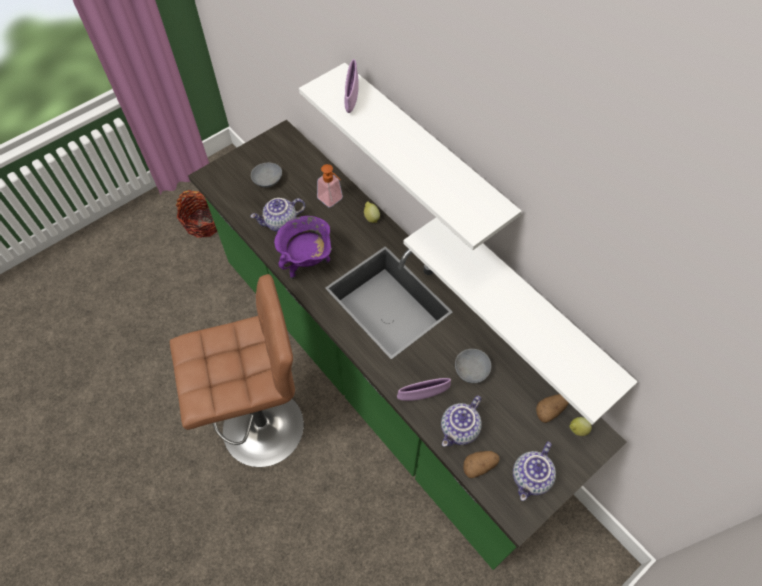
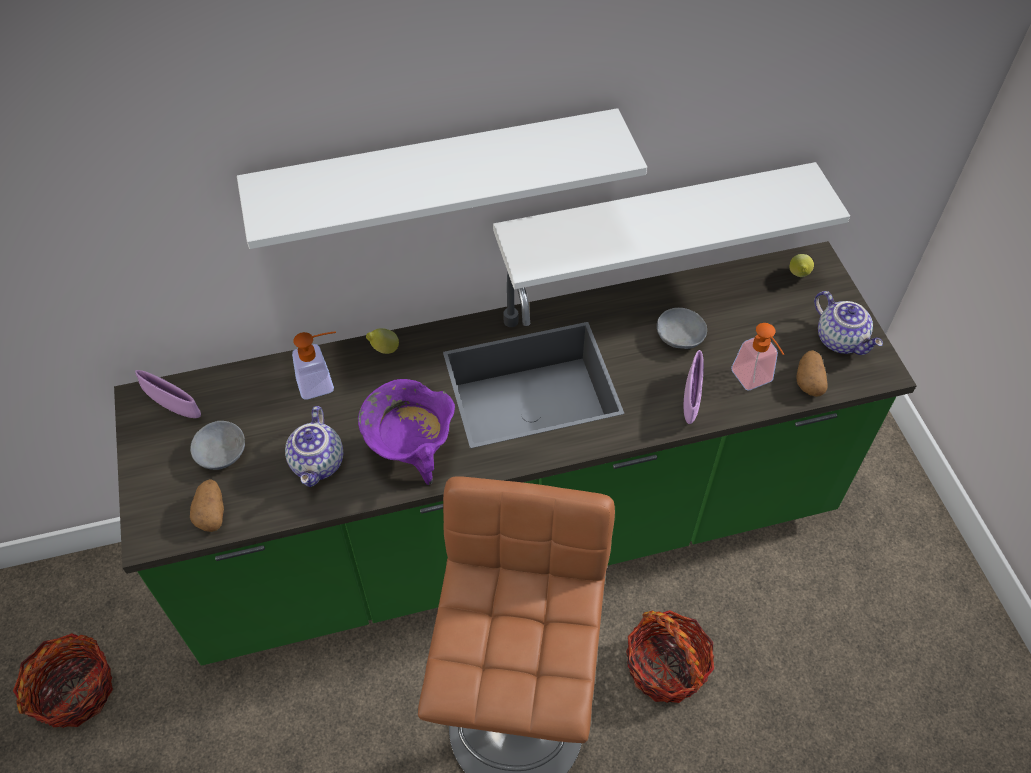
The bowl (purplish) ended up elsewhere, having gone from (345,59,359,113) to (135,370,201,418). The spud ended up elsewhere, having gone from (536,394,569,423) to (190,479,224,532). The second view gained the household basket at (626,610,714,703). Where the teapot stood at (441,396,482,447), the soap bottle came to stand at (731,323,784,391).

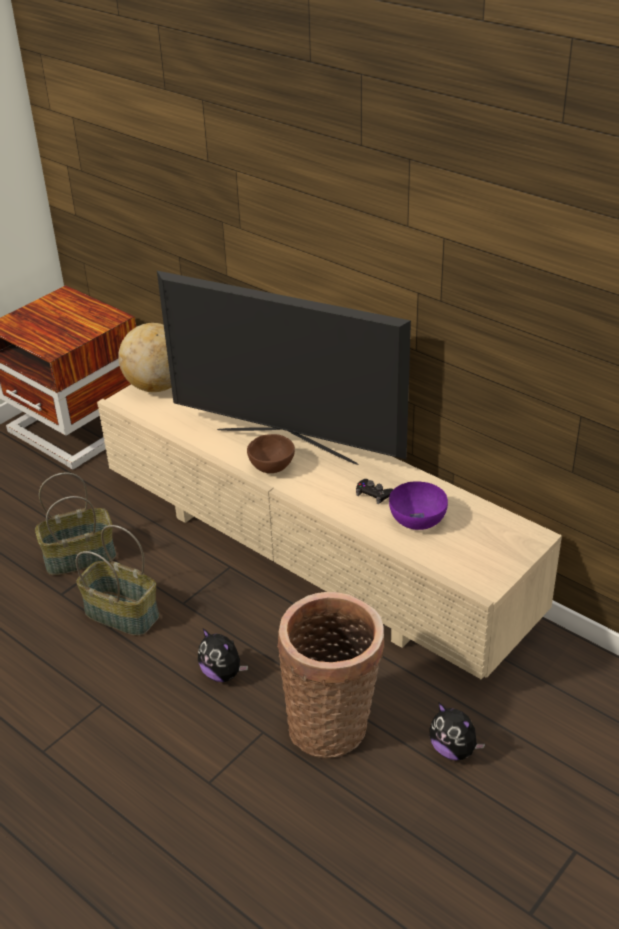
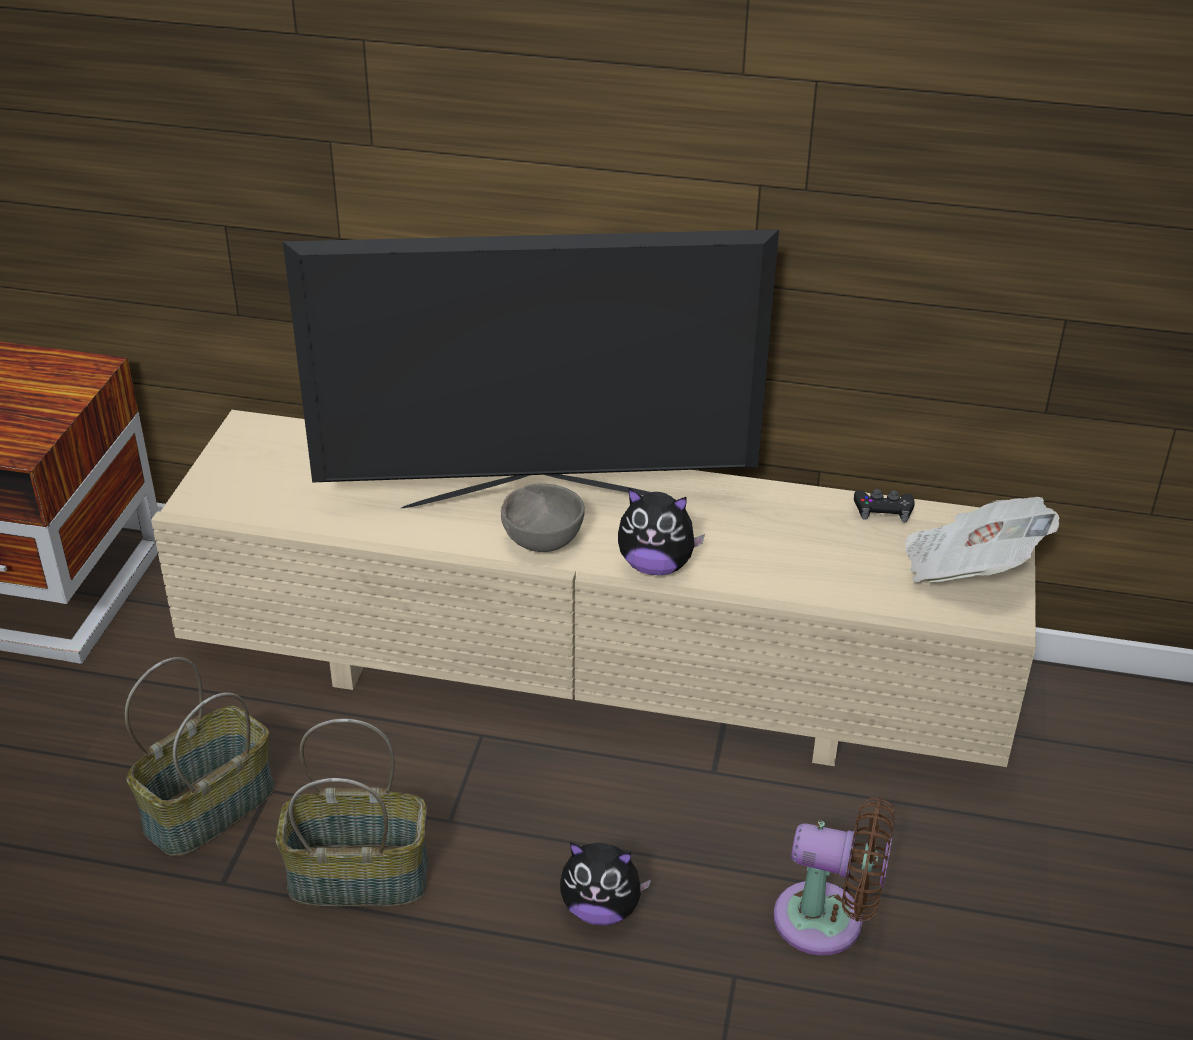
What was the bowl (brown) at (247,434,295,473) turned into the bowl (gray) at (501,483,585,552). The cuddly toy ended up elsewhere, having gone from (430,703,485,761) to (618,488,705,575). Where the household basket stood at (277,592,384,758), the fan (brown) came to stand at (774,797,895,955). The gamepad (black) ended up elsewhere, having gone from (356,479,393,504) to (854,489,915,522). The second view gained the daily paper at (905,497,1059,582). The second view lost the globe at (118,323,171,392). The second view lost the bowl (purplish) at (389,481,448,530).

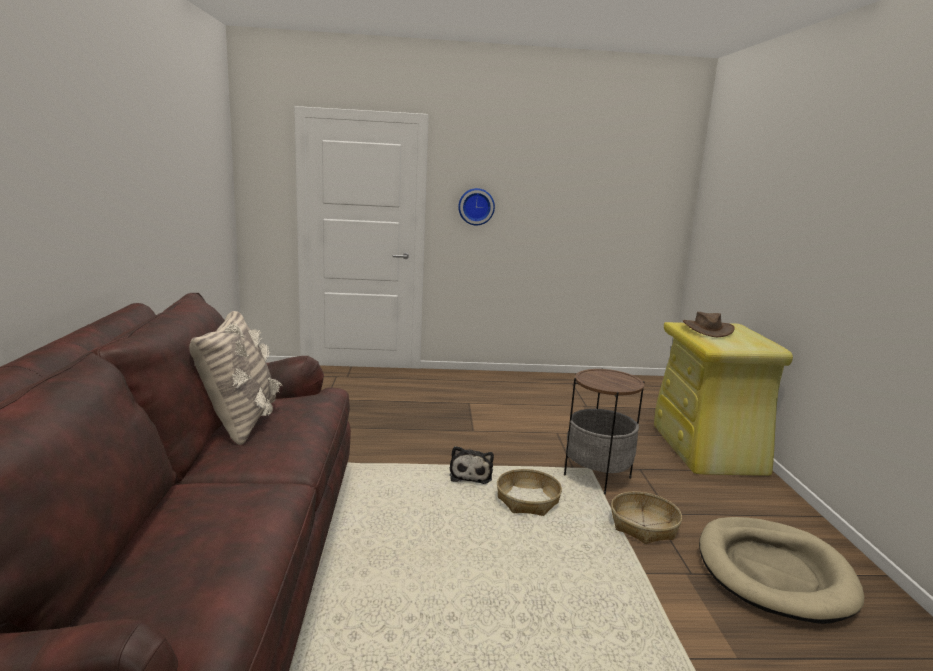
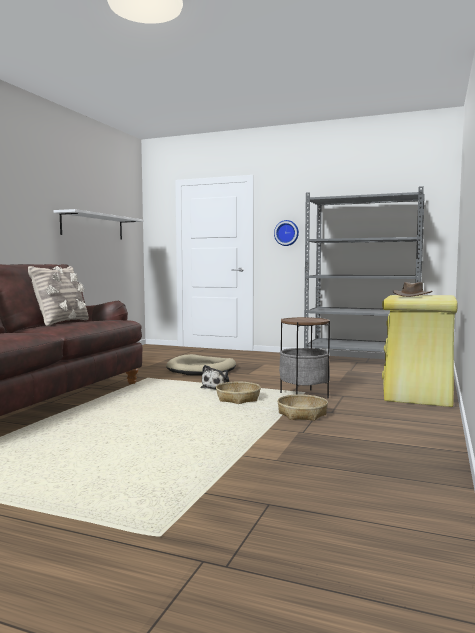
The second view gained the wall shelf (white) at (53,209,144,240). The dog cushion (beige-coloured) ended up elsewhere, having gone from (699,517,864,624) to (166,354,236,376). The second view gained the shelving unit (gray) at (304,186,425,352).

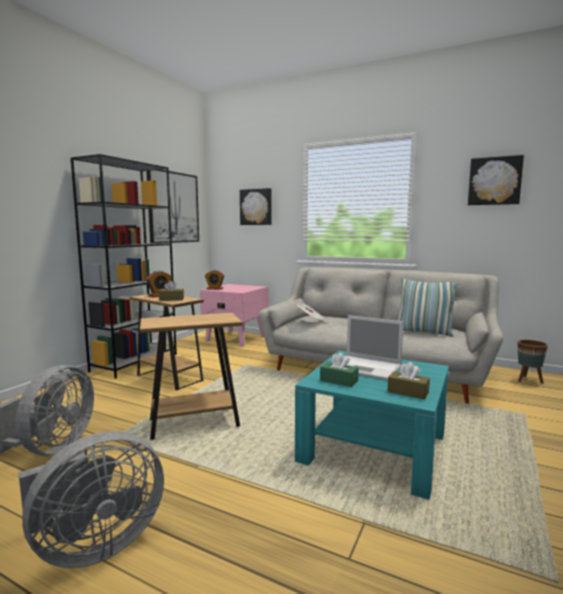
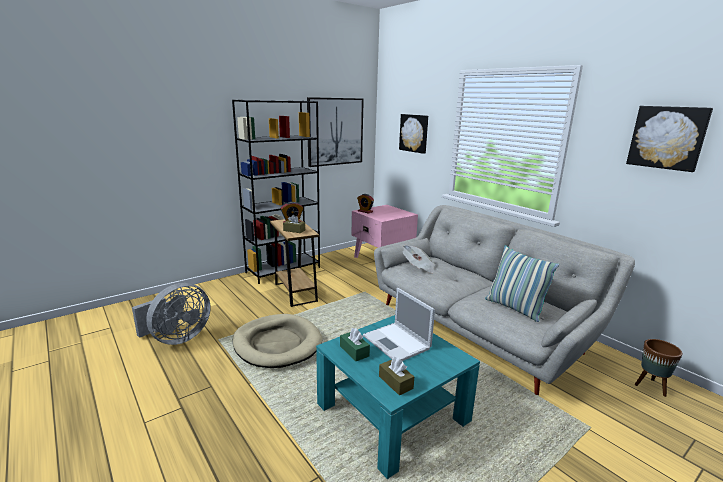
Where the side table (brown) stood at (140,313,242,440), the dog cushion (beige-coloured) came to stand at (233,314,322,368). The second view lost the fan (gray) at (18,431,164,568).

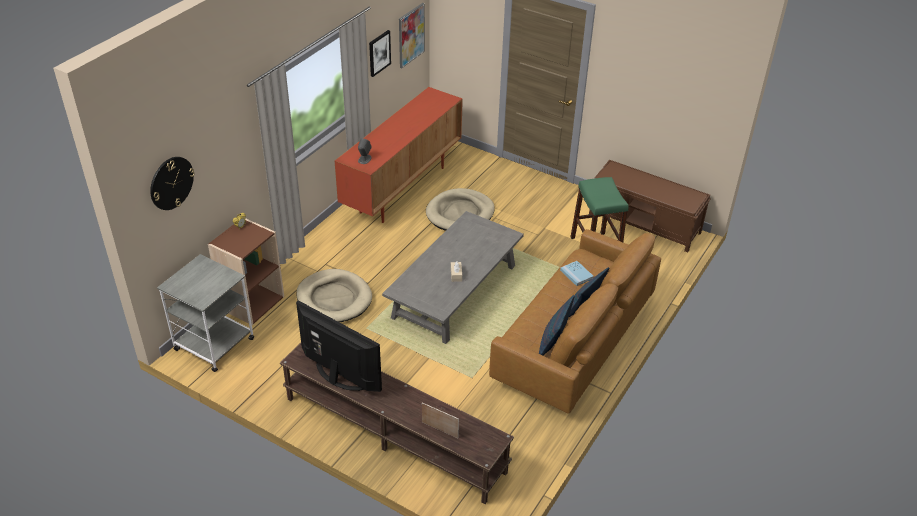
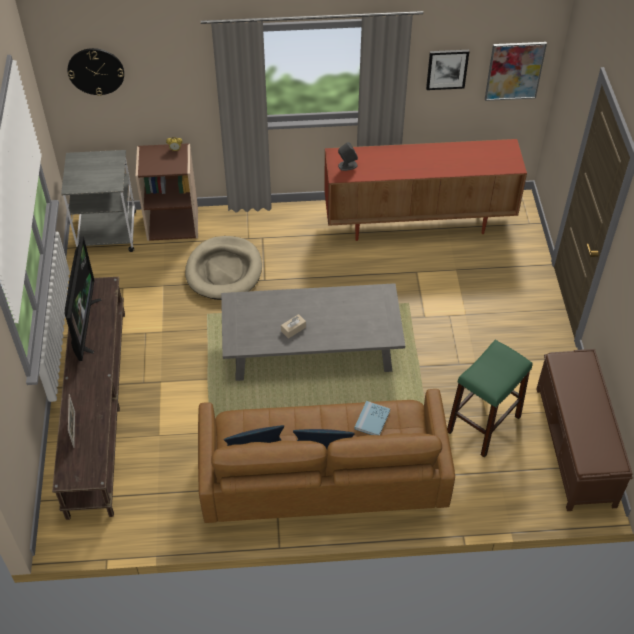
The second view lost the dog cushion (beige-coloured) at (426,188,495,231).

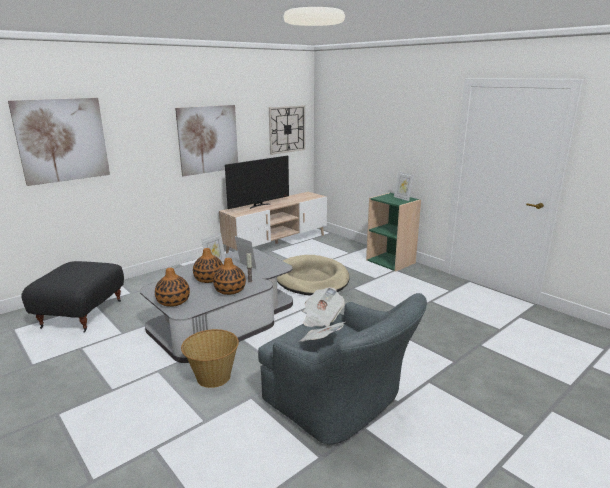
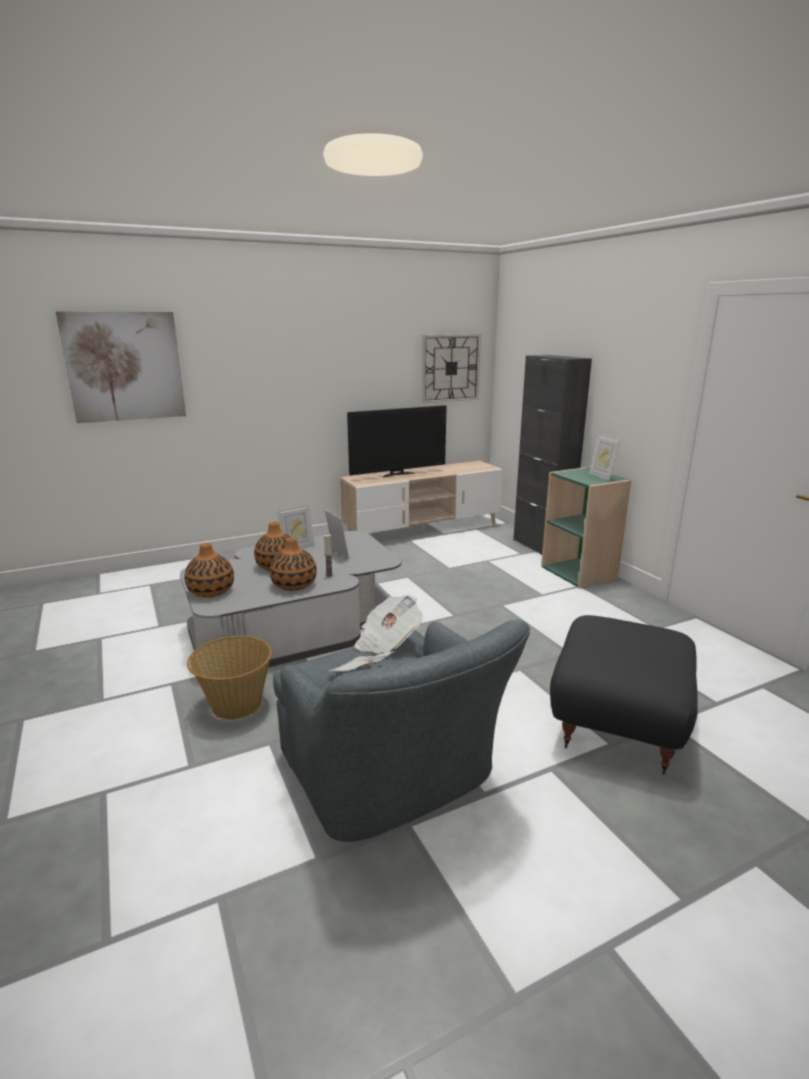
The second view gained the storage cabinet (black) at (513,355,592,554). The footrest (black) ended up elsewhere, having gone from (21,261,124,333) to (550,615,698,775). The second view lost the wall art at (175,105,238,176). The second view lost the dog cushion (beige-coloured) at (277,255,349,296).

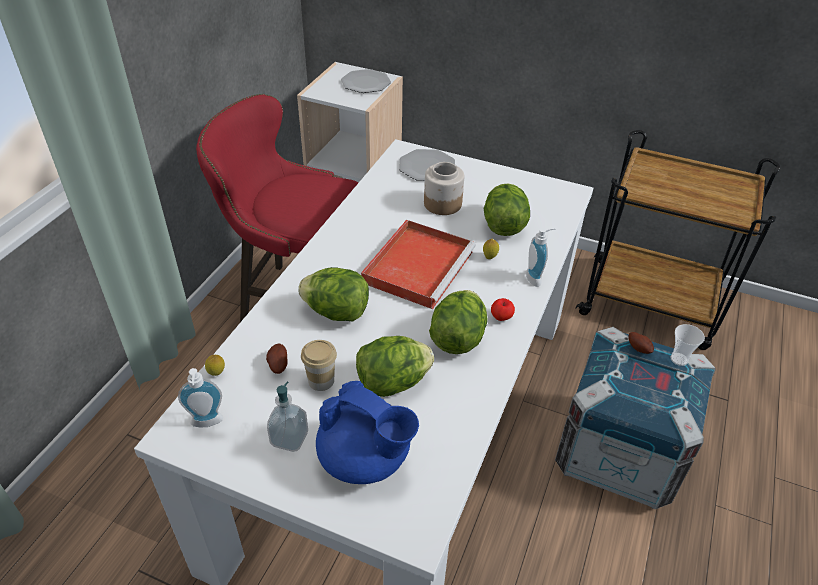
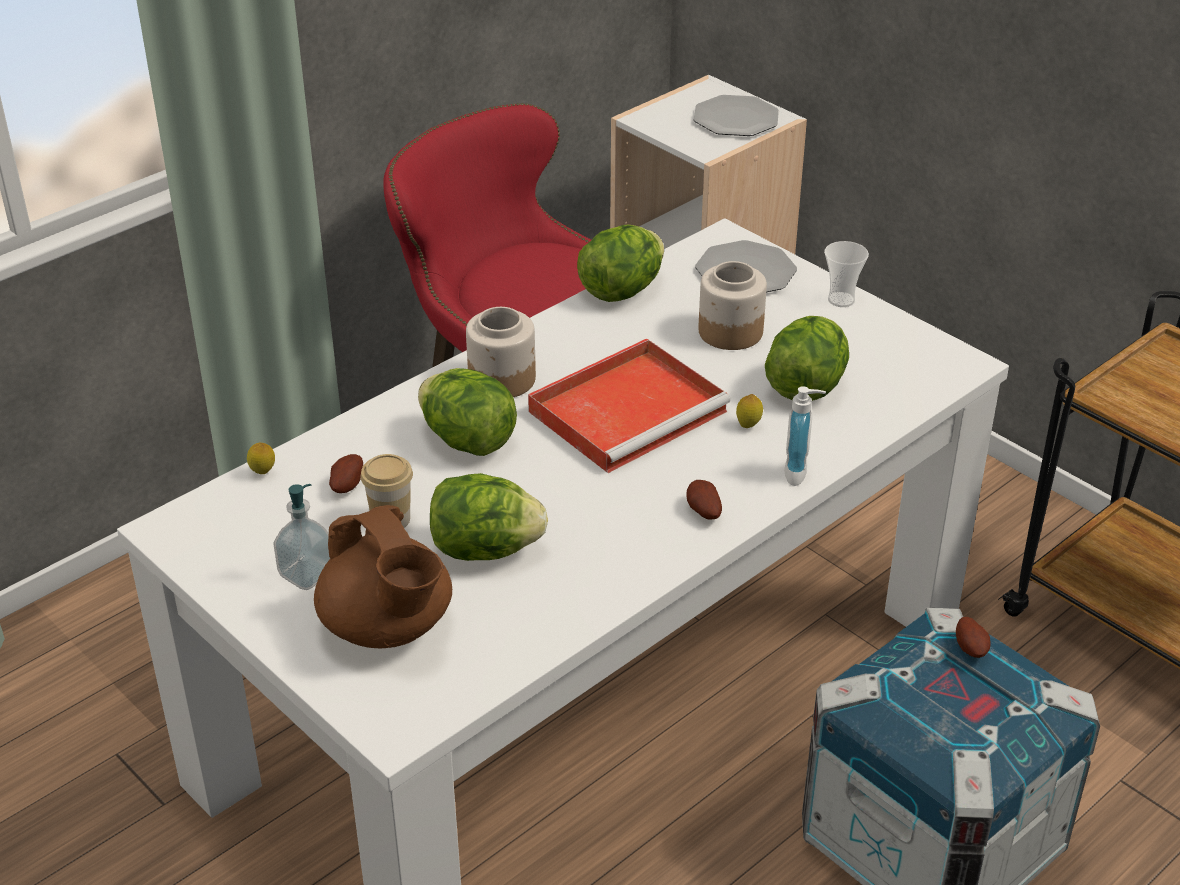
What was the teapot (blue) at (316,381,419,484) turned into the teapot (brown) at (314,505,452,648). The second view gained the preserve jar at (466,307,536,397). The lettuce ended up elsewhere, having gone from (429,290,488,354) to (577,224,664,302). Where the apple fruit stood at (491,298,515,321), the spud came to stand at (686,480,722,520). The small cup ended up elsewhere, having gone from (670,324,705,366) to (824,241,869,307). The second view lost the soap bottle at (178,368,223,427).

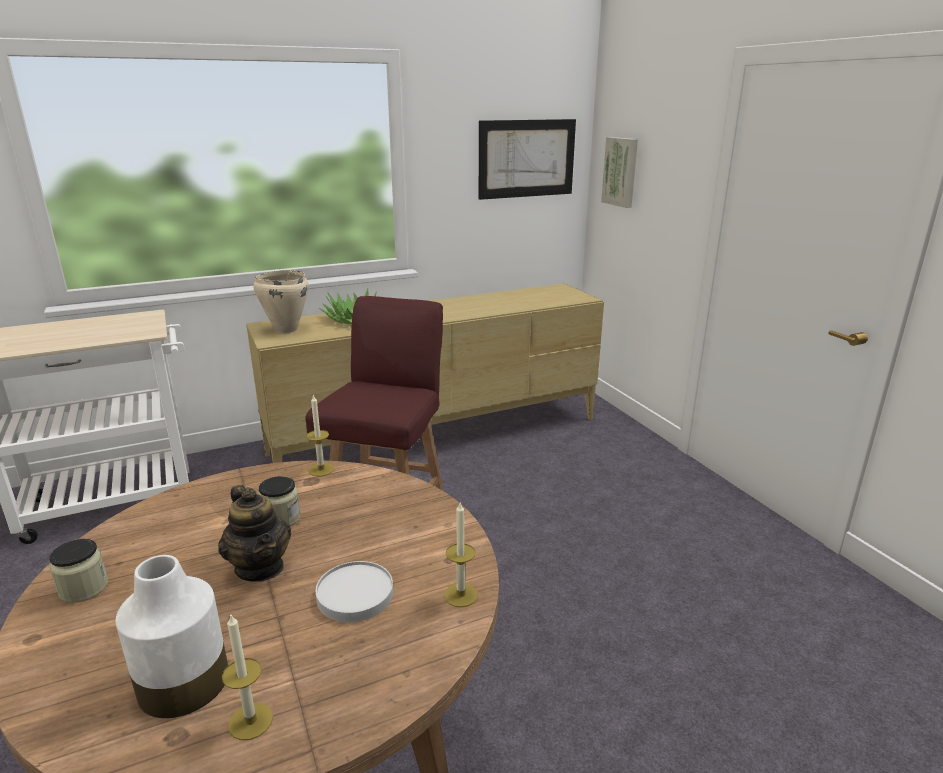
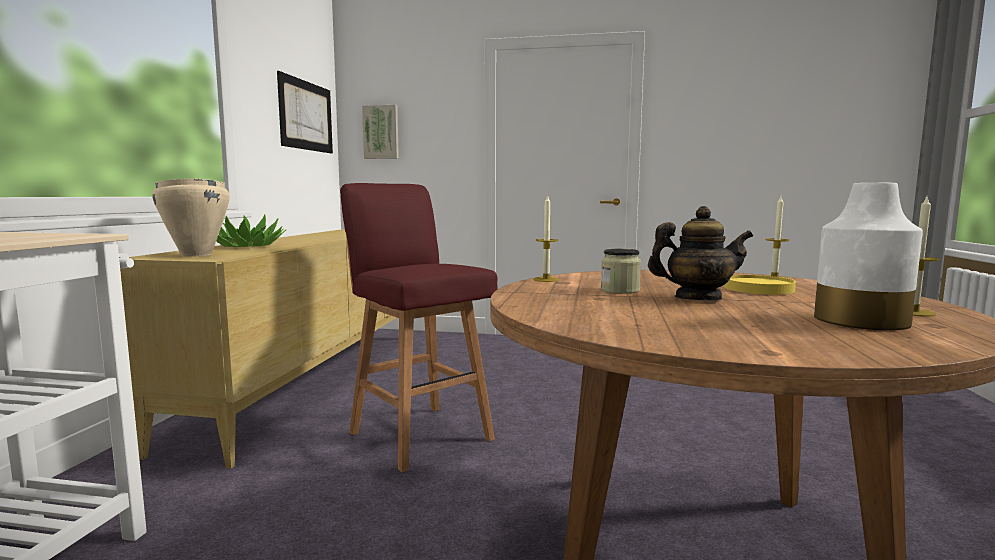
What was the dinner plate (white) at (316,561,393,622) turned into the dinner plate (yellowish) at (725,275,796,295). The second view lost the preserve jar at (49,539,108,603).

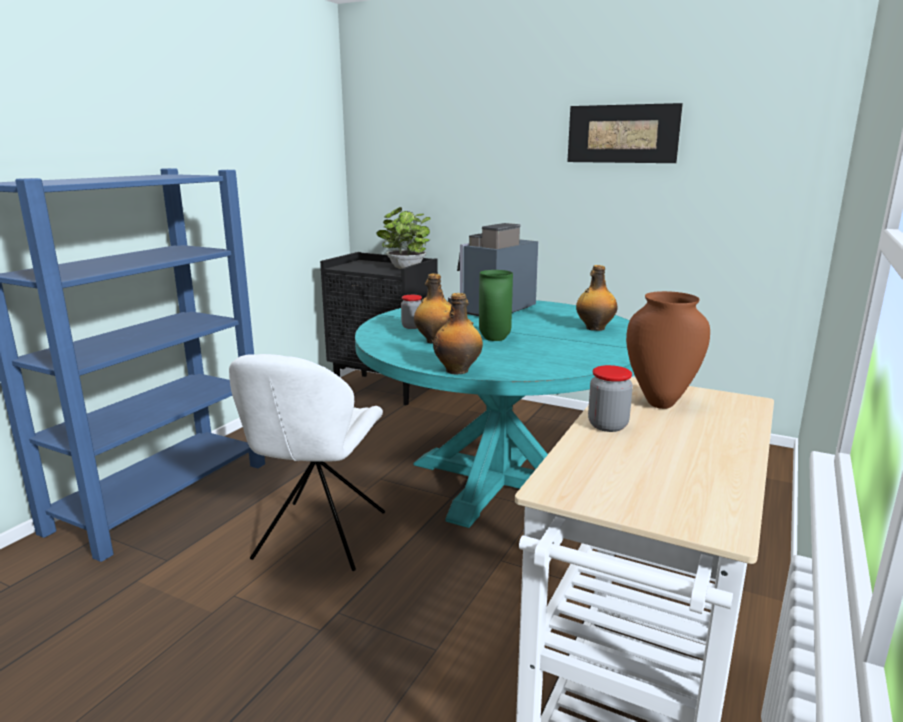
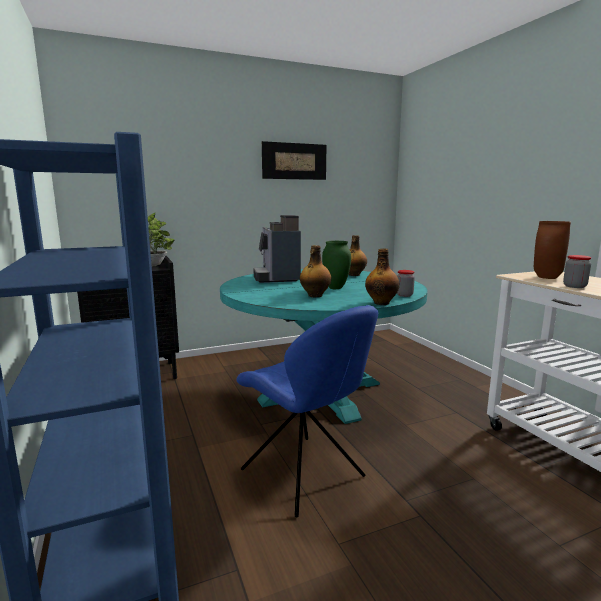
What was the upright chair (white) at (229,354,385,571) turned into the upright chair (blue) at (237,305,378,517). The preserve jar ended up elsewhere, having gone from (401,295,422,329) to (397,270,415,297).

